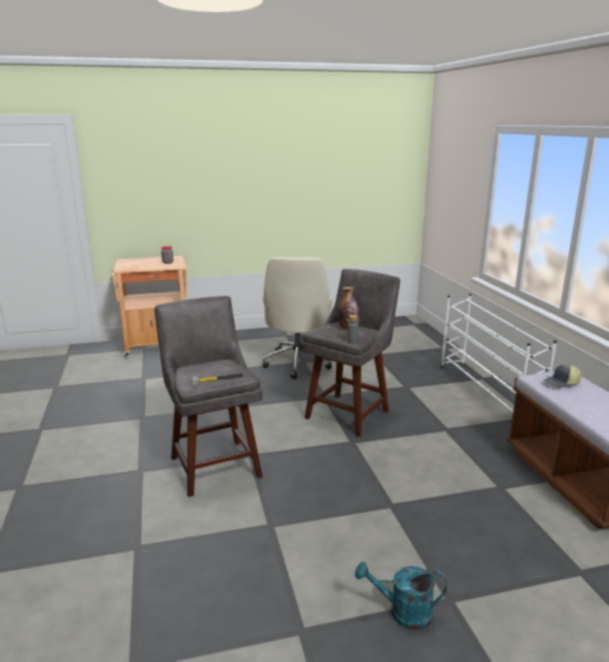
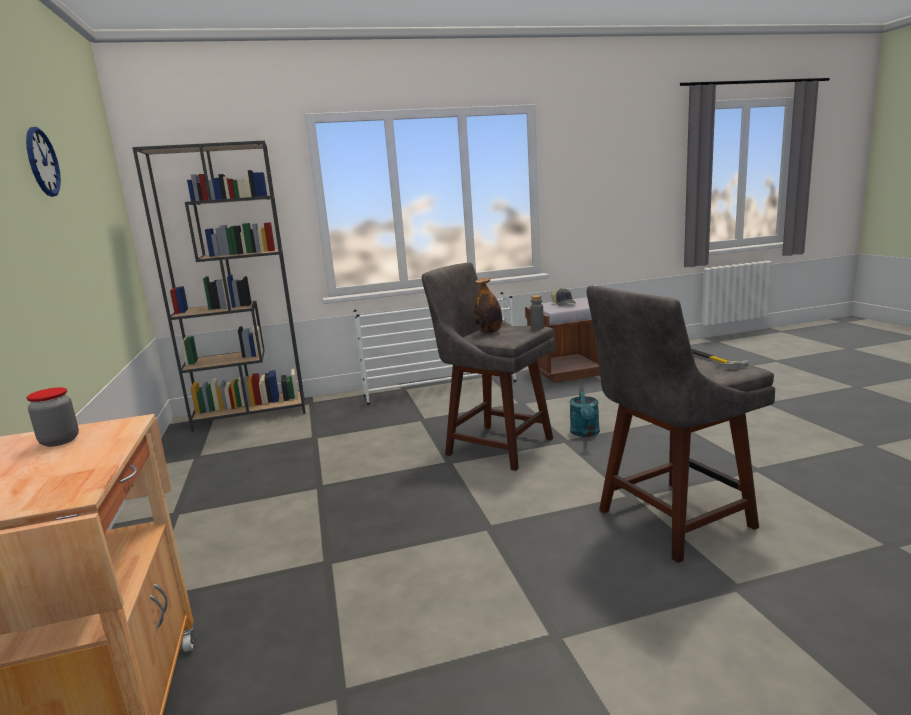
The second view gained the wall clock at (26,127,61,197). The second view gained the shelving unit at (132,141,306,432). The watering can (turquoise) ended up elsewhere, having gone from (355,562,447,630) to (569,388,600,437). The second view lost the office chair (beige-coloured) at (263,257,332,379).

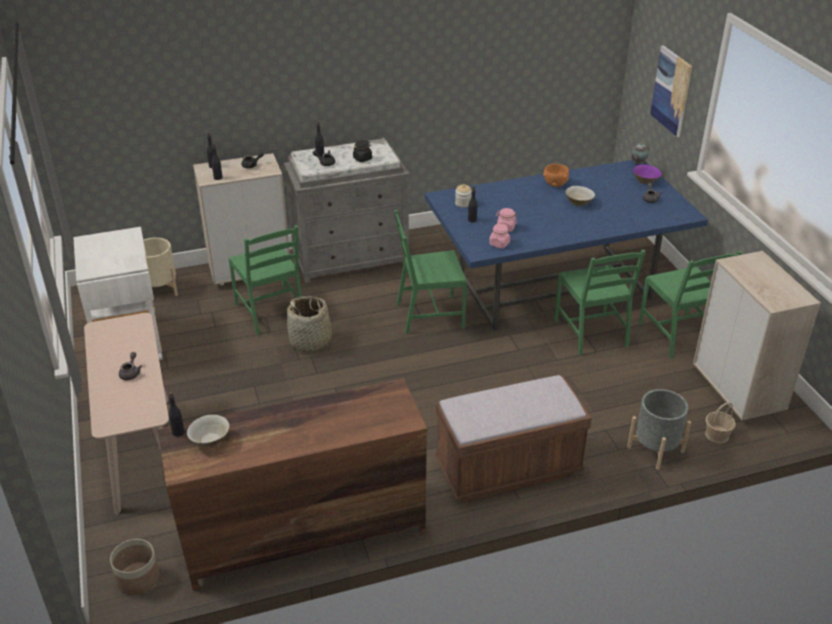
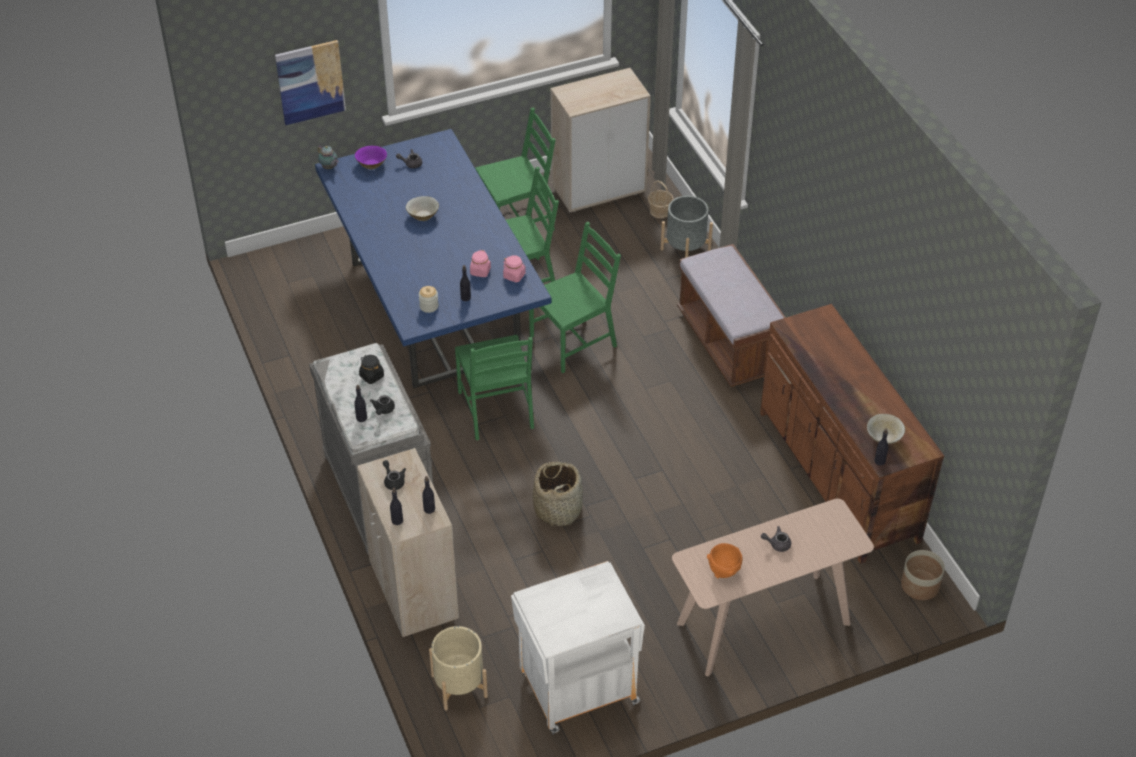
The upright chair (green) ended up elsewhere, having gone from (229,225,302,335) to (529,222,621,373). The bowl (orange-coloured) ended up elsewhere, having gone from (543,164,569,187) to (707,543,742,578).

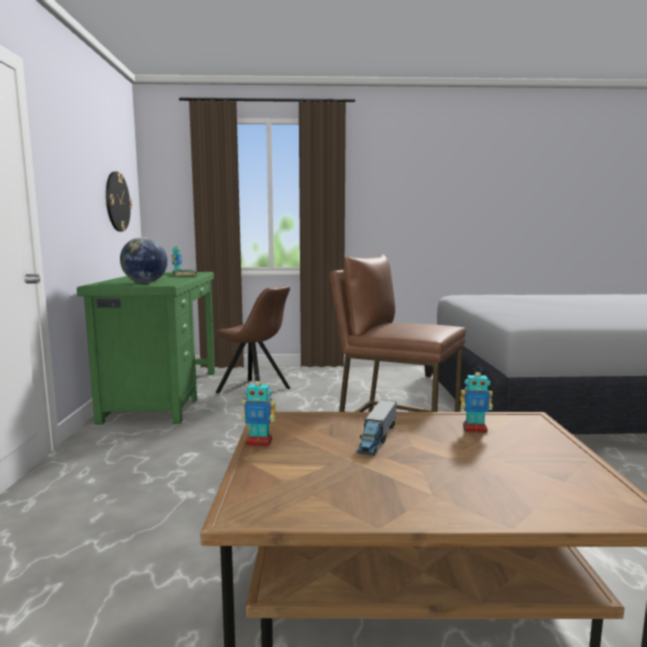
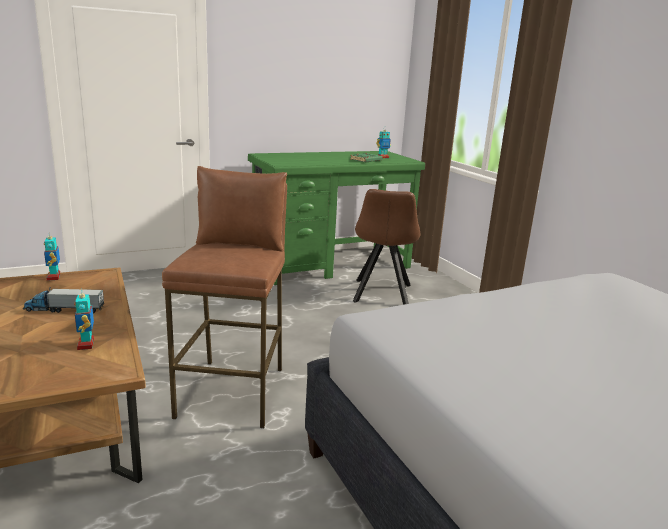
The second view lost the wall clock at (106,172,132,232). The second view lost the globe at (120,237,168,283).

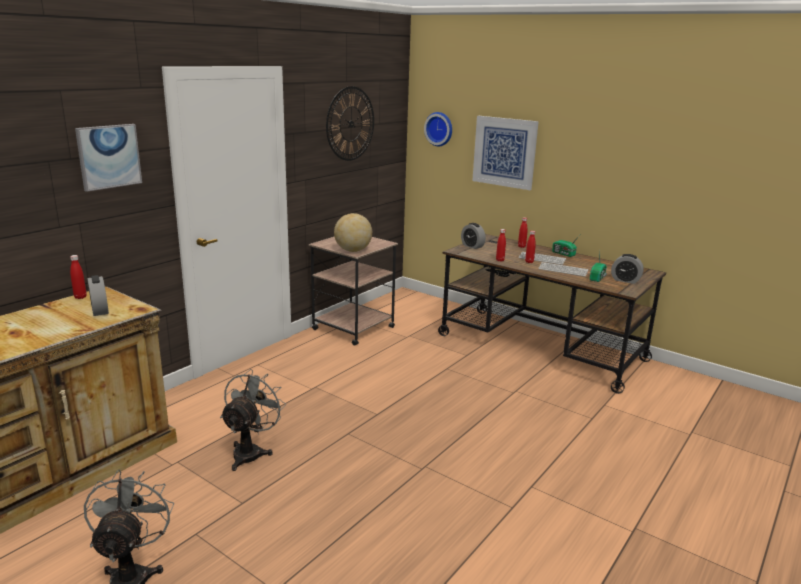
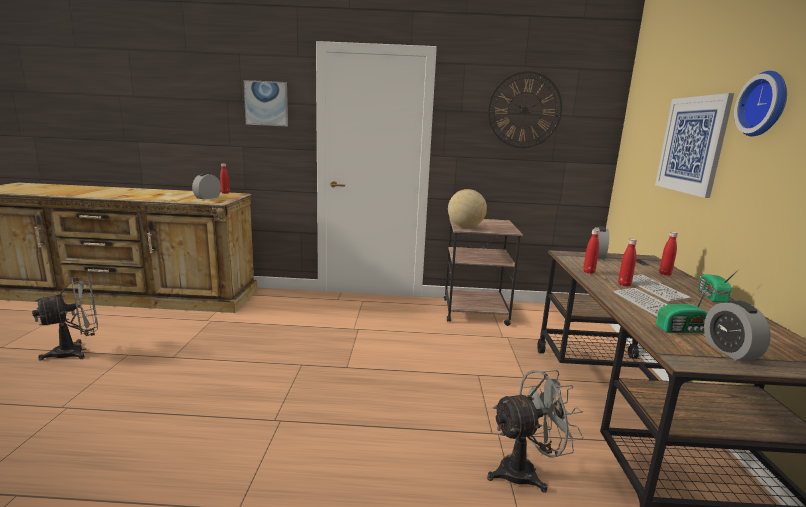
The fan (gray) ended up elsewhere, having gone from (220,369,286,471) to (487,370,583,493). The wall clock ended up elsewhere, having gone from (424,112,452,146) to (734,71,787,136).

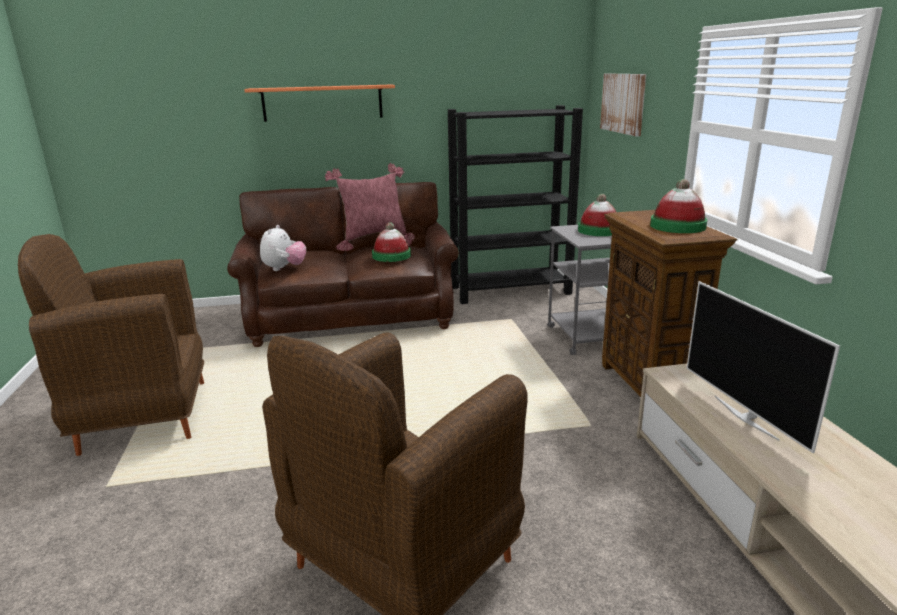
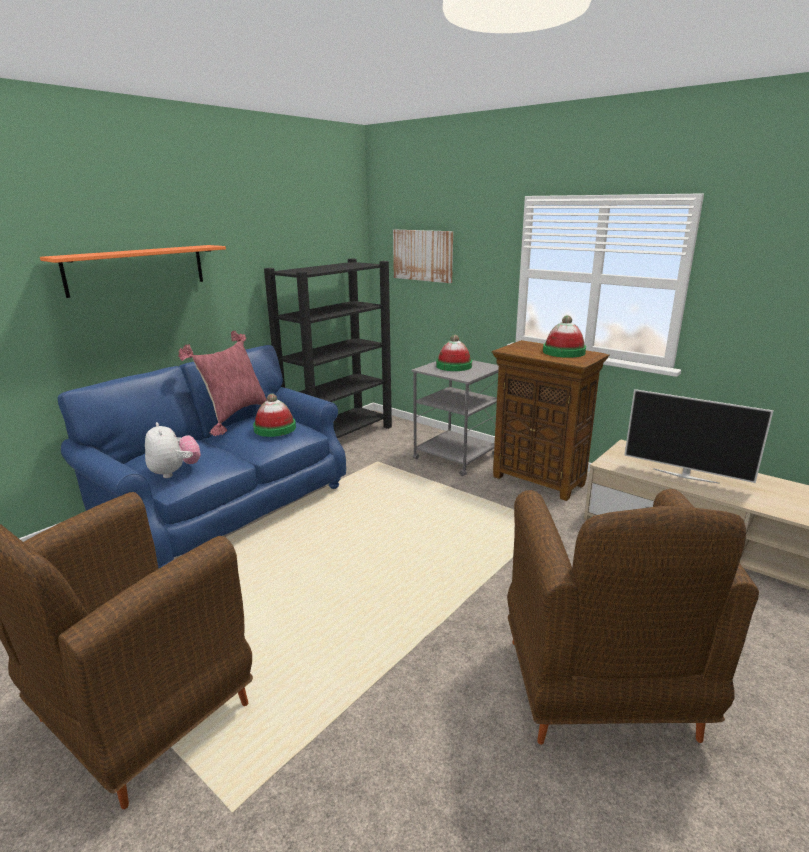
What was the couch (brown) at (227,182,459,347) turned into the couch (blue) at (58,345,346,569).

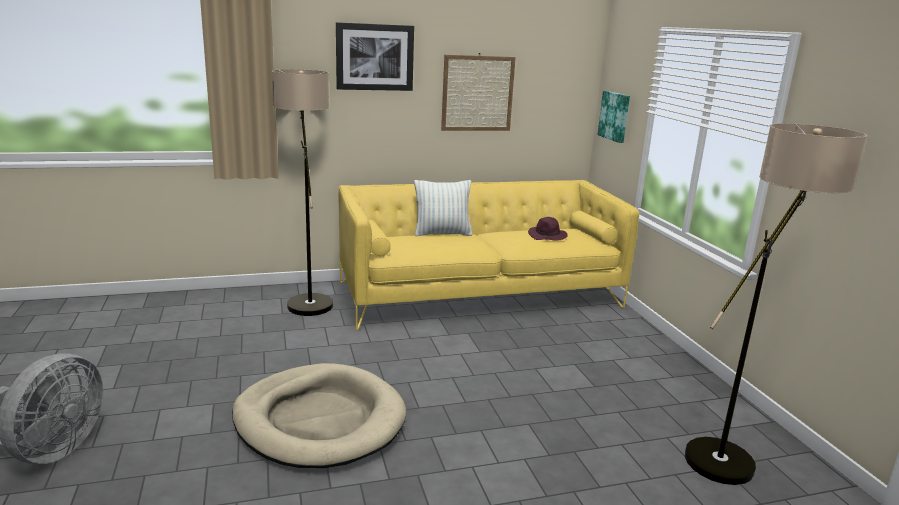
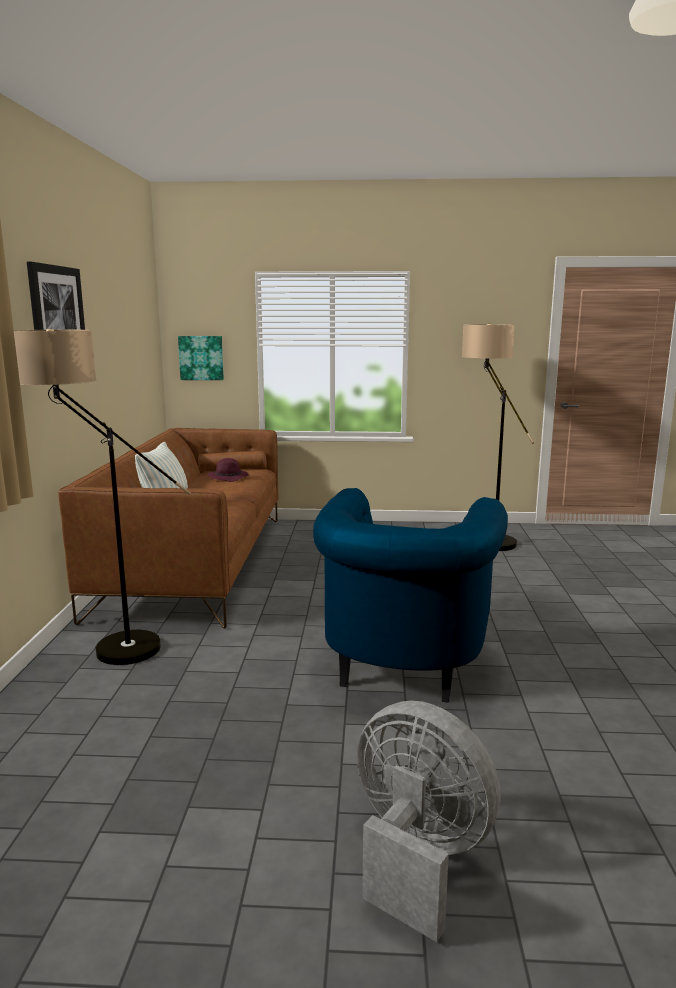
What was the couch (yellowish) at (338,180,639,331) turned into the couch (brown) at (58,428,278,629). Where the dog cushion (beige-coloured) stood at (232,363,406,468), the lounge chair (blue) came to stand at (313,488,508,703). The second view lost the wall art at (441,53,516,131).

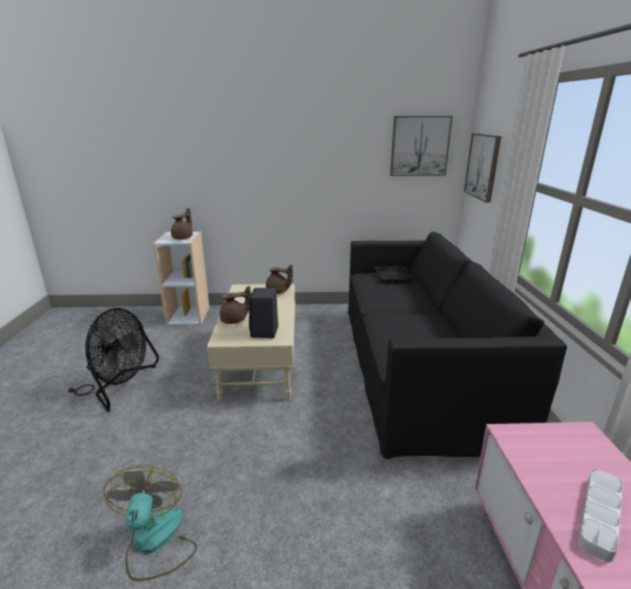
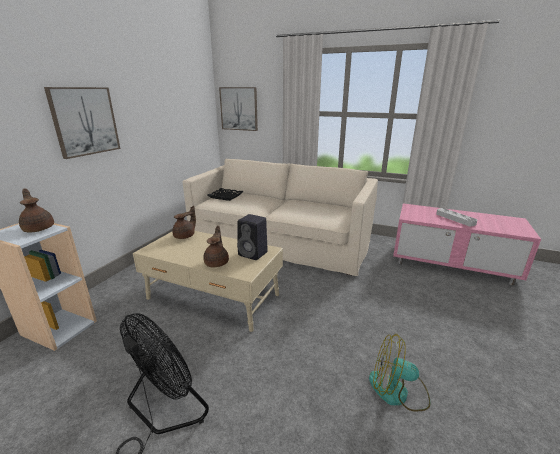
The wall art ended up elsewhere, having gone from (390,116,453,176) to (44,87,120,159). What was the couch (black) at (348,232,567,459) turned into the couch (beige-coloured) at (183,159,378,276).

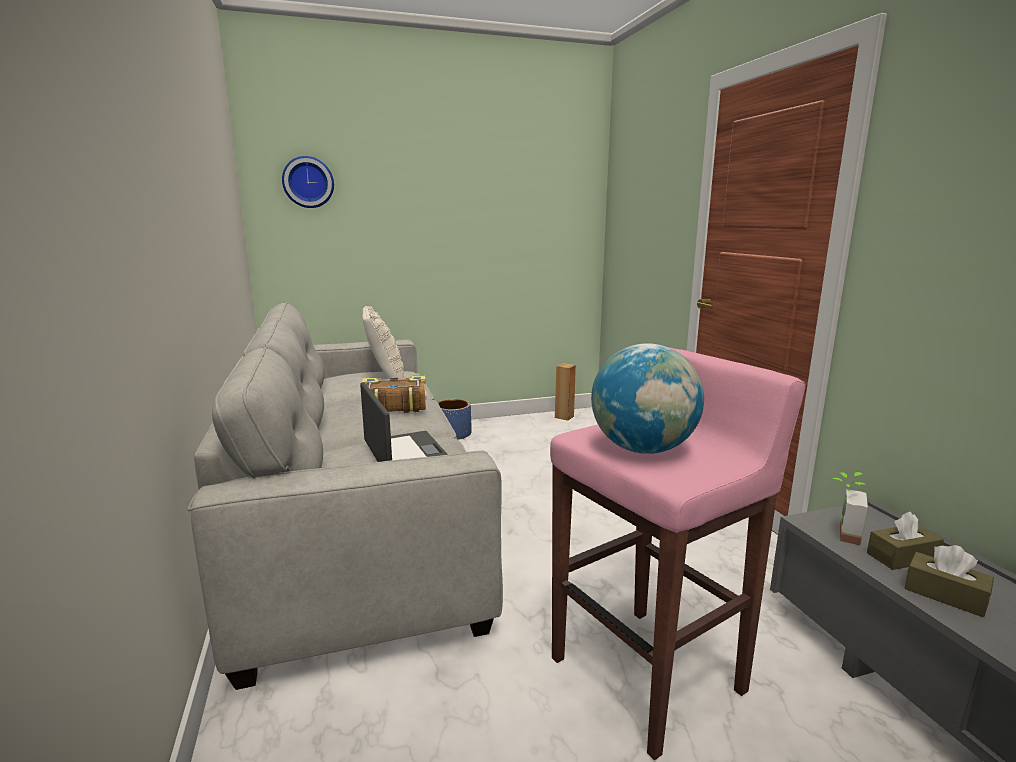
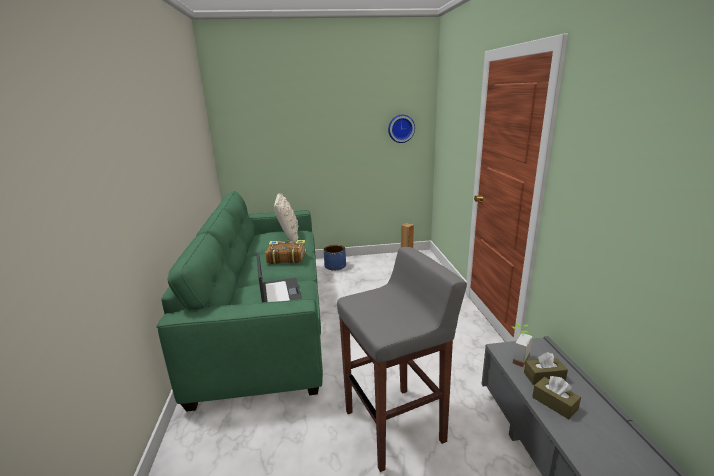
What was the couch (gray) at (188,302,503,690) turned into the couch (green) at (156,191,323,411). What was the sitting stool (pink) at (550,347,806,760) turned into the sitting stool (gray) at (337,247,467,472). The wall clock ended up elsewhere, having gone from (282,156,334,208) to (388,115,415,143). The second view lost the globe at (591,343,704,454).

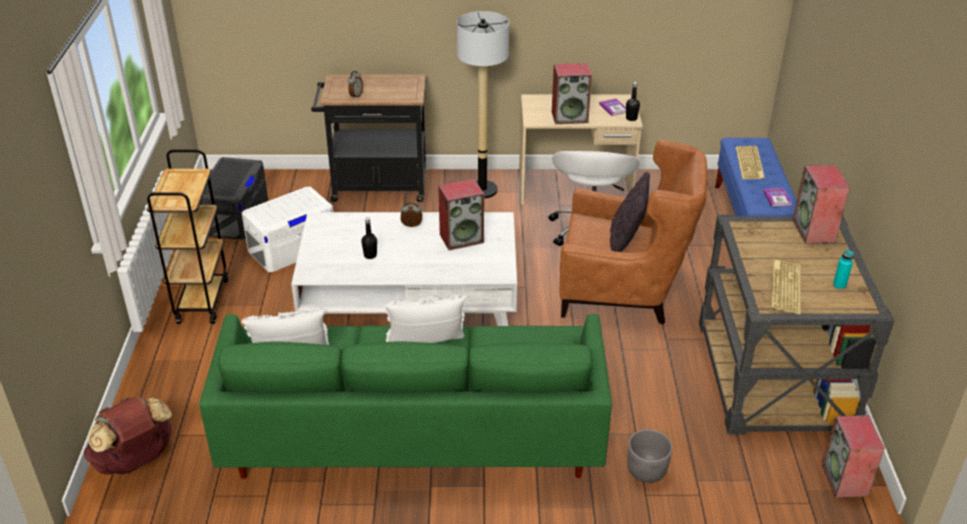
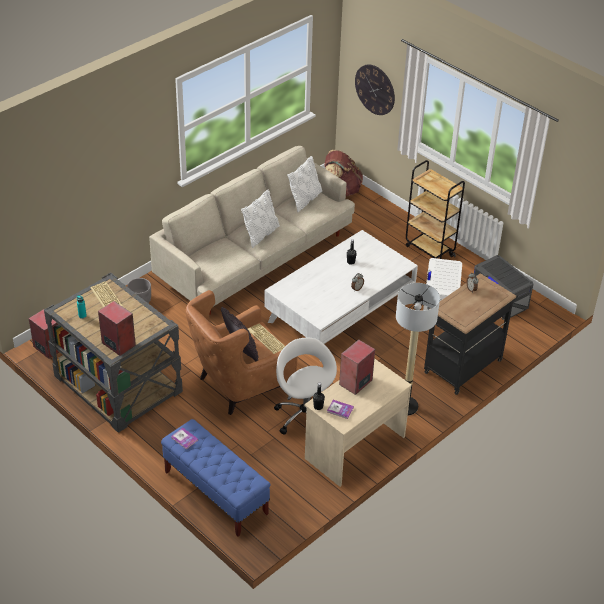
What was the couch (green) at (199,314,612,479) turned into the couch (beige-coloured) at (149,146,355,315). The PC keyboard ended up elsewhere, having gone from (736,146,765,179) to (248,323,285,354). The second view gained the wall clock at (355,64,395,115). The second view lost the audio speaker at (438,179,484,250).

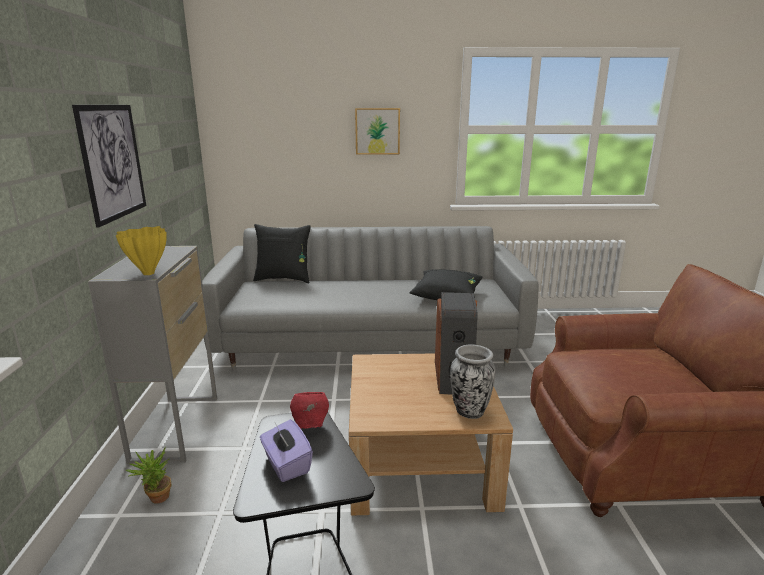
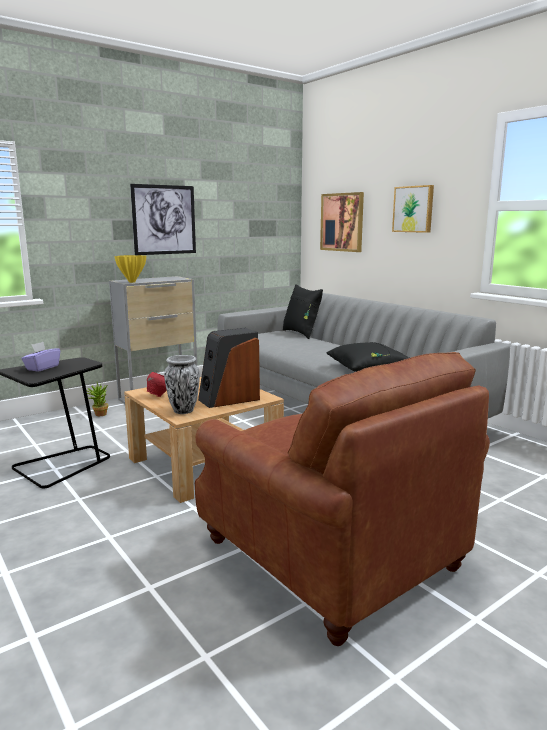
The bowl (red-coloured) ended up elsewhere, having gone from (290,392,329,429) to (147,372,167,397). The second view gained the wall art at (320,192,364,252).

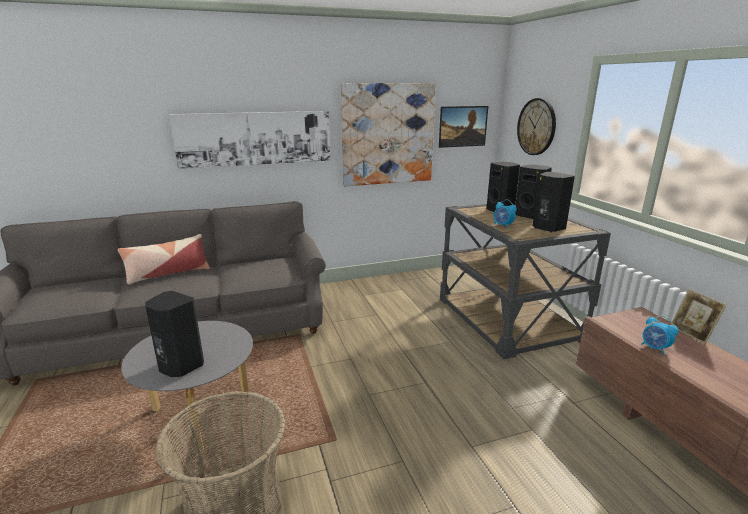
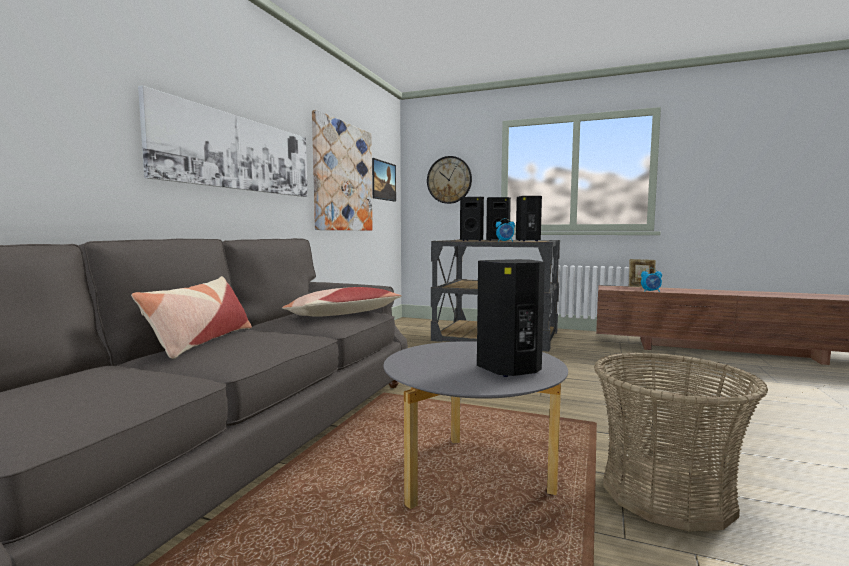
The second view gained the throw pillow at (282,287,402,317).

